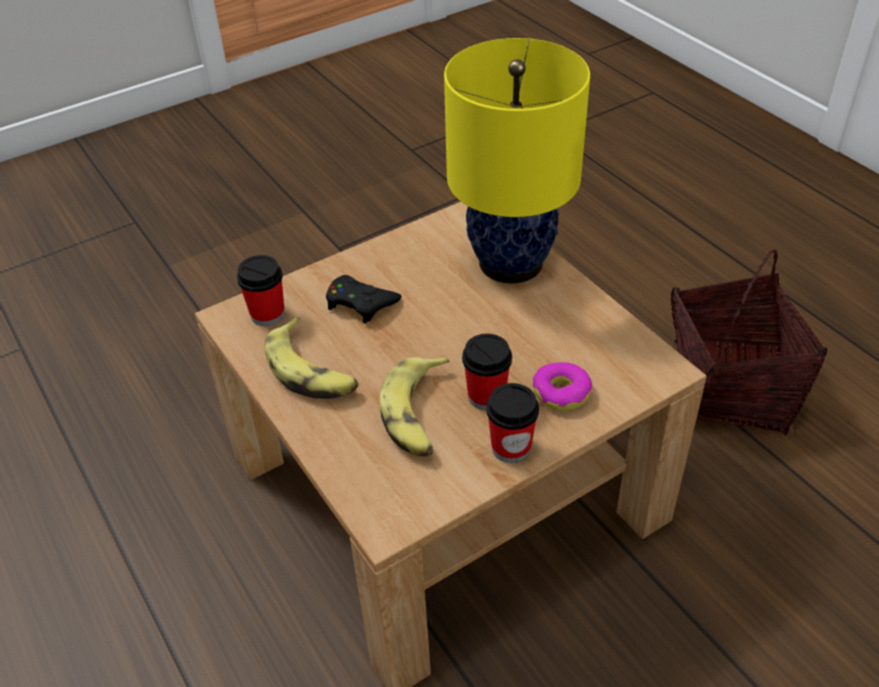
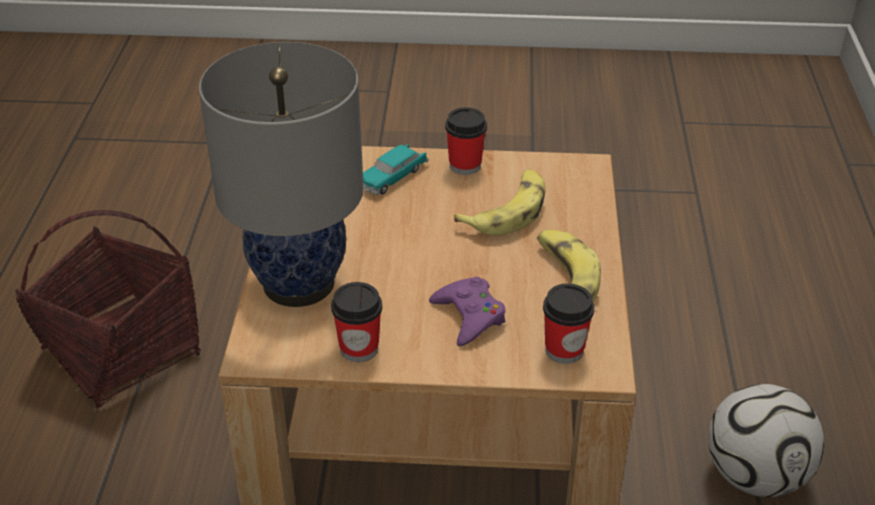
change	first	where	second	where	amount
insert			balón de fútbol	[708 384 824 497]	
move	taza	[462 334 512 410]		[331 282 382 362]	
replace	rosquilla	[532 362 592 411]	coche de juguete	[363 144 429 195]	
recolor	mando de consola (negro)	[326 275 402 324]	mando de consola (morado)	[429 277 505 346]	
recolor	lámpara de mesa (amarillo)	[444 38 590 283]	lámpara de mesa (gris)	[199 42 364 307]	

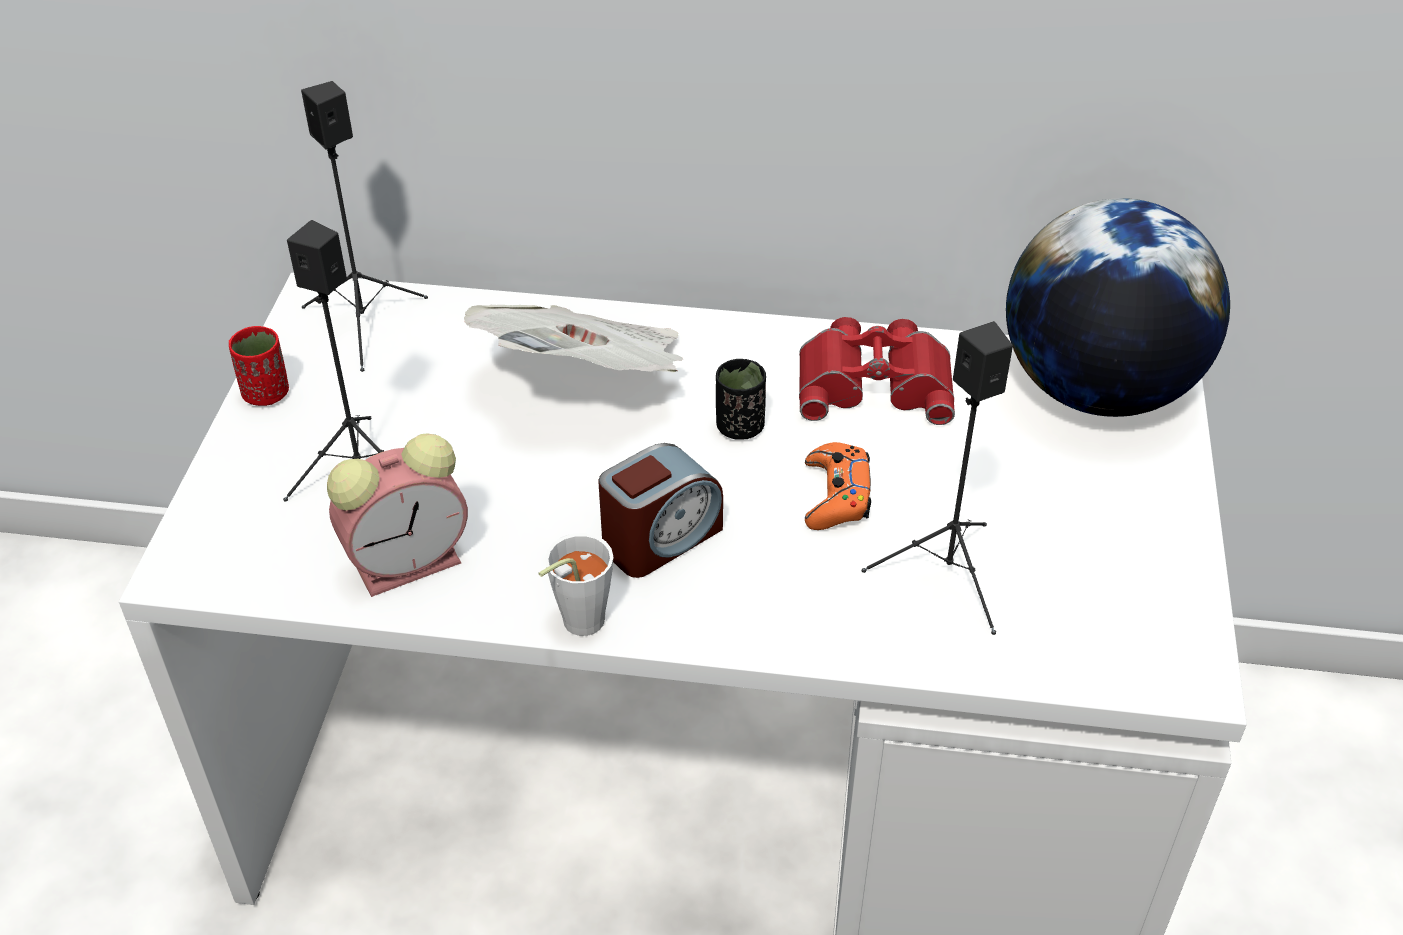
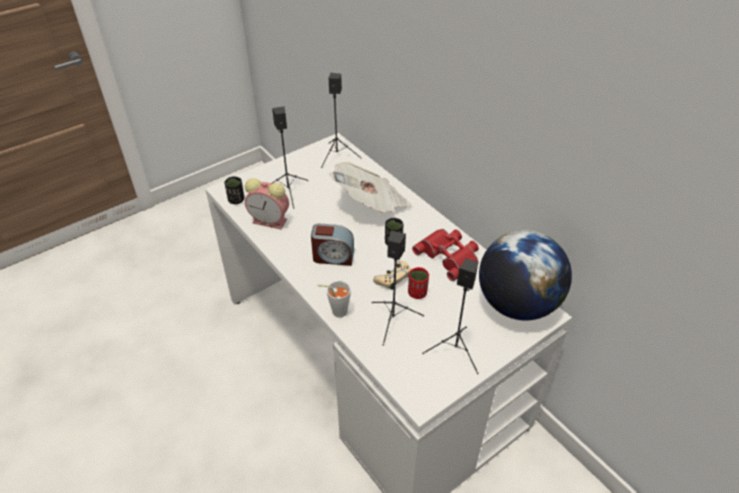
change	first	where	second	where	amount
insert			taza (negro)	[224 176 244 204]	
insert			altavoz (negro)	[422 259 479 374]	
move	taza (rojo)	[229 326 289 406]		[408 267 429 299]	
move	taza (blanco)	[538 533 613 636]		[317 280 351 317]	
recolor	mando de consola (naranja)	[805 442 871 530]	mando de consola (beis)	[373 261 411 290]	

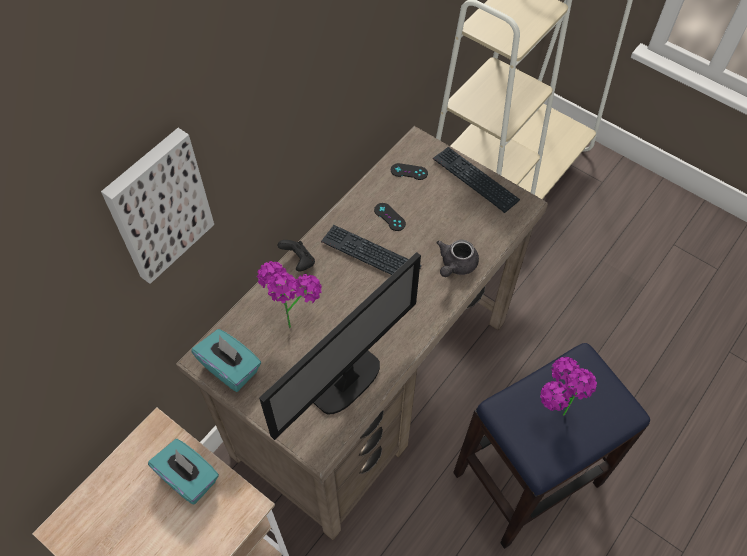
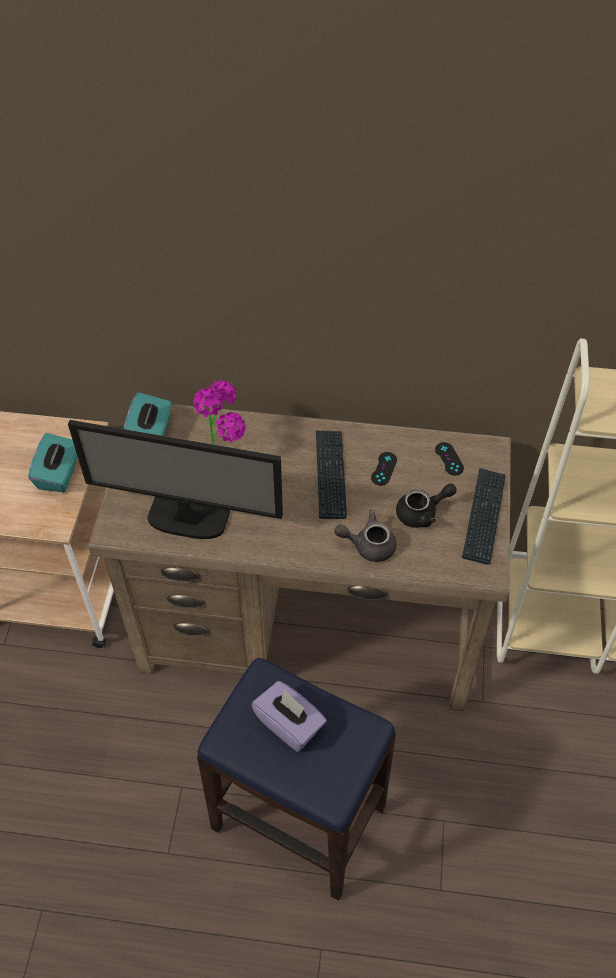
change	first	where	second	where	amount
delete	cuadro	[101 128 214 284]			
delete	mando de consola (negro)	[277 240 315 271]			
insert			tetera (negro)	[396 483 457 528]	
replace	planta en maceta	[540 357 597 416]	caja de pañuelos (morado)	[251 681 327 752]	

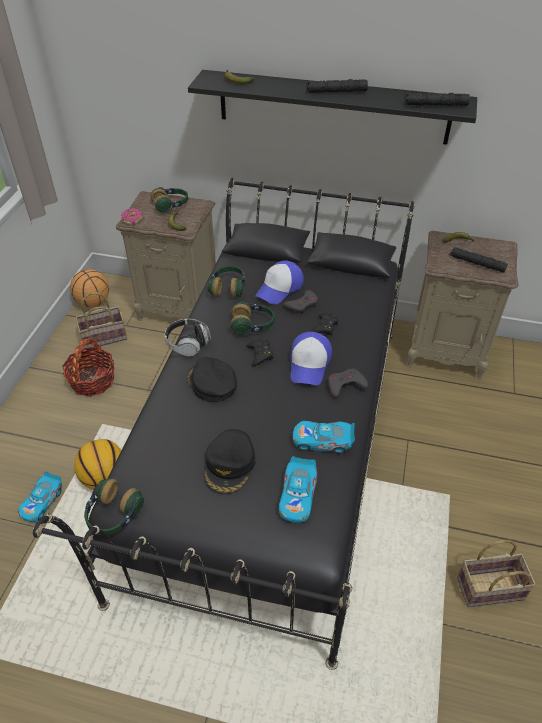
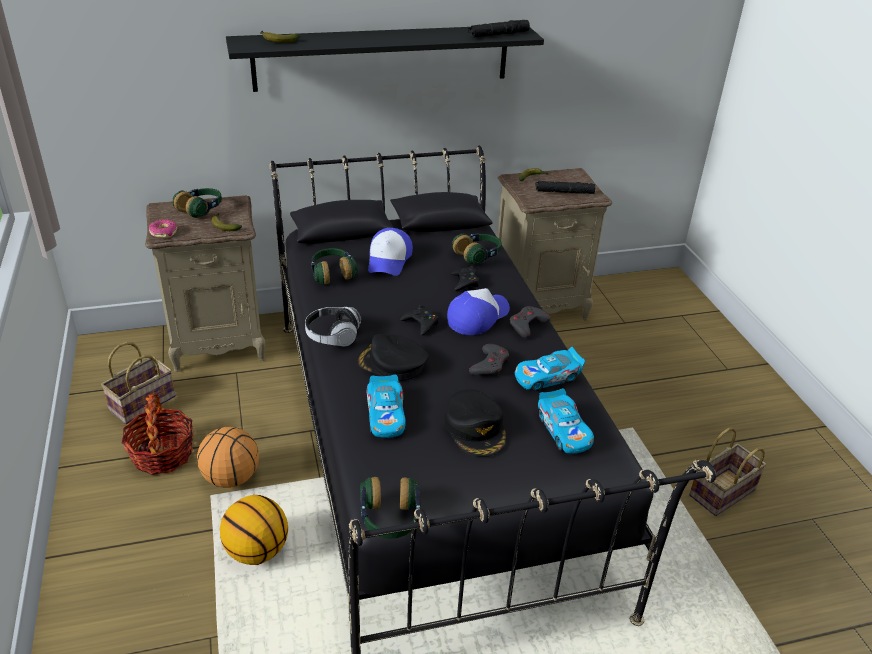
change	first	where	second	where	amount
delete	linterna (negro)	[306 79 368 93]			
move	coche de juguete	[18 472 62 522]		[367 375 406 438]	
move	balón de baloncesto	[70 269 109 307]		[197 427 259 488]	
move	auriculares	[231 301 275 335]		[452 233 502 264]	
move	mando de consola (gris)	[283 290 318 314]		[469 344 509 376]	
rotate	gorra	[291 332 332 386]		[447 288 510 335]	120 degrees counterclockwise

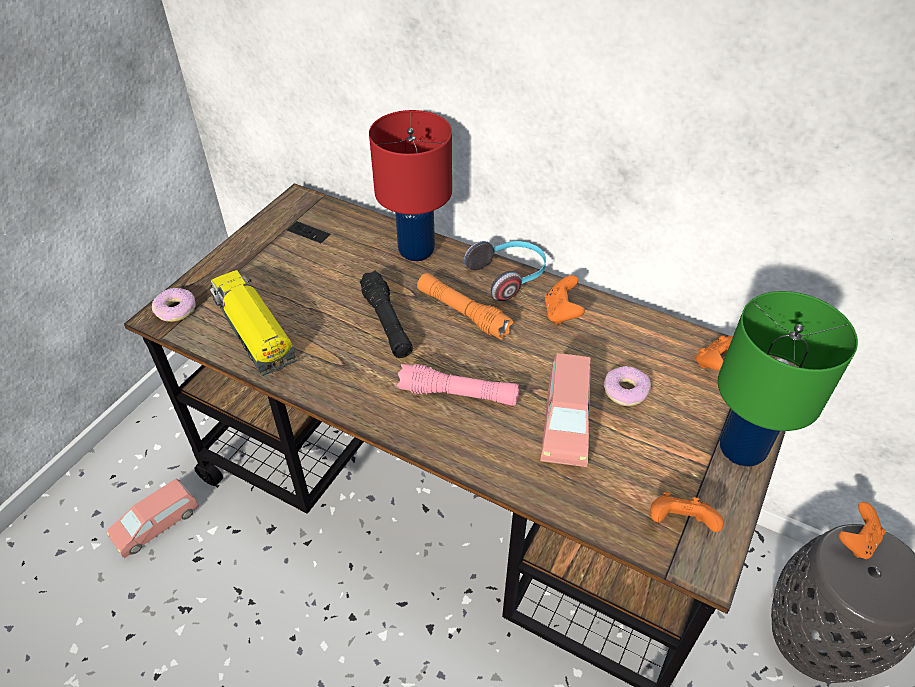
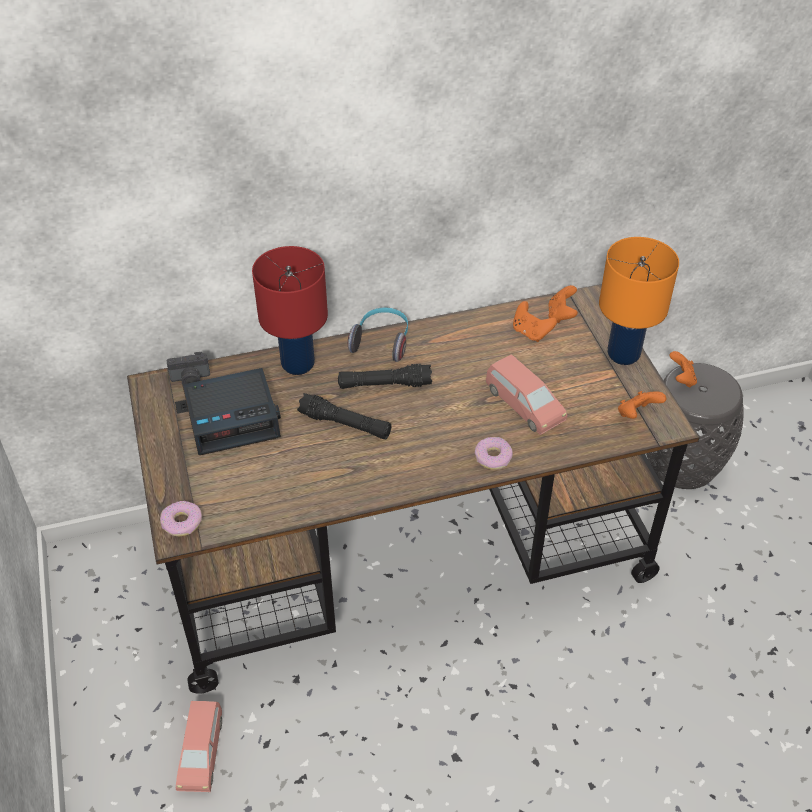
change	first	where	second	where	amount
delete	camión de juguete	[210 270 297 376]			
delete	linterna (rosa)	[397 364 519 406]			
insert			cámara	[166 352 210 384]	
insert			despertador	[182 368 281 455]	
move	mando de consola (naranja)	[545 275 585 325]		[513 301 557 342]	
move	rosquilla	[603 366 651 406]		[475 437 513 470]	
recolor	linterna (naranja)	[417 273 514 340]	linterna (negro)	[338 364 432 389]	
recolor	lámpara de mesa (verde)	[718 291 858 467]	lámpara de mesa (naranja)	[599 237 679 365]	

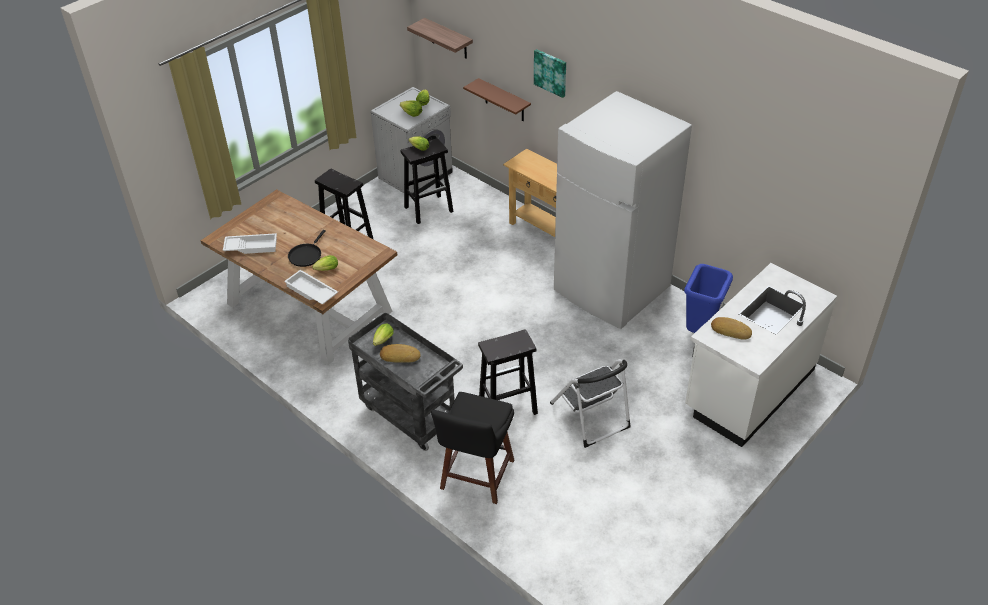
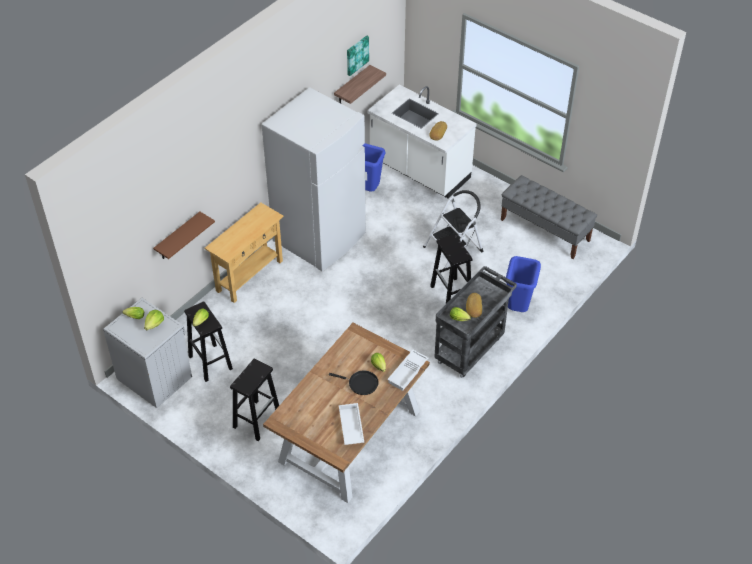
change	first	where	second	where	amount
insert			banco (gris)	[501 175 597 259]	
move	estante	[407 18 473 59]		[334 65 386 104]	
move	cuadro	[534 49 566 98]		[347 35 369 76]	
replace	taburete (negro)	[431 392 514 504]	papelera (azul)	[506 256 541 312]	

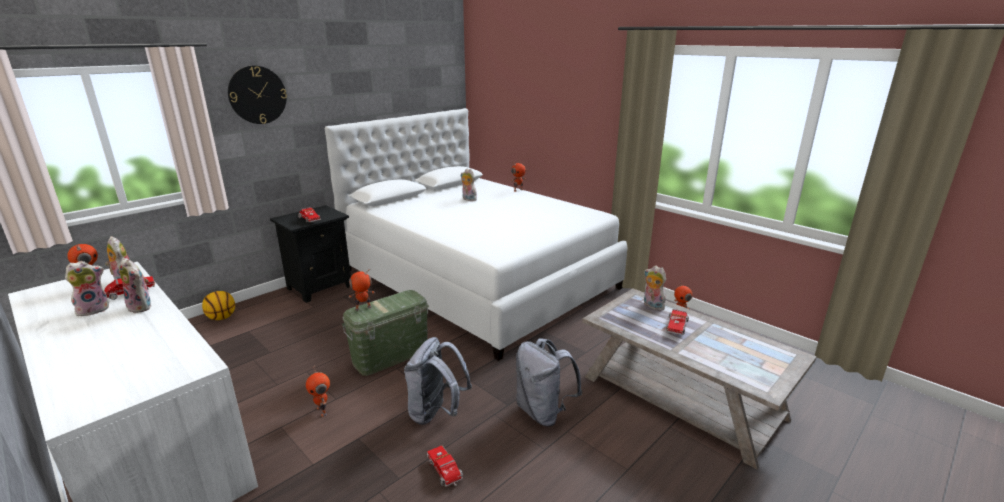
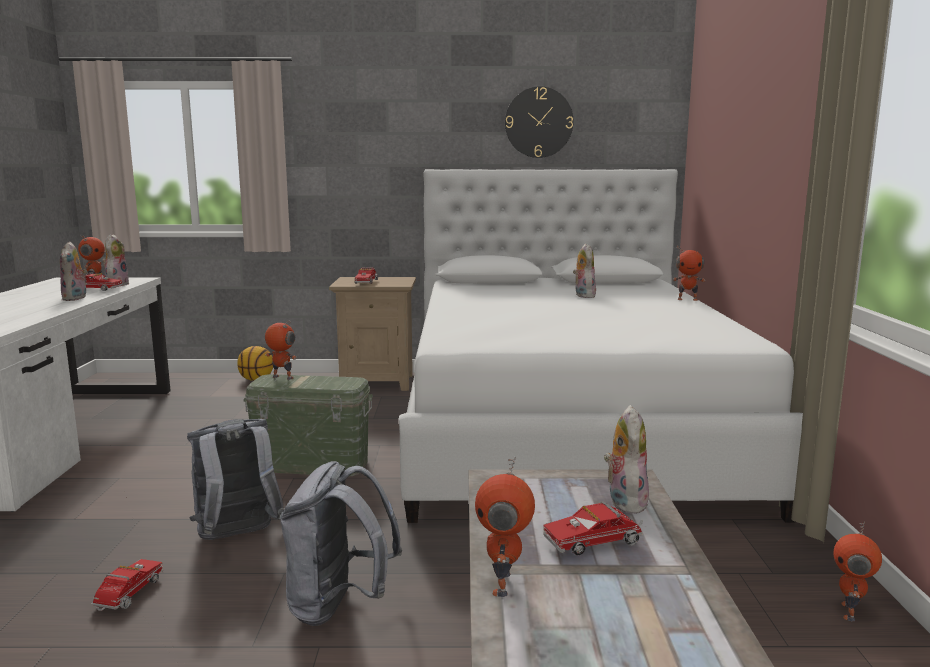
change	first	where	second	where	amount
delete	peluche	[65 261 109 316]			
move	reloj de pared	[228 66 287 124]		[505 87 574 158]	
move	robot de juguete	[306 366 330 417]		[475 457 535 597]	
recolor	mesita de noche (negro)	[270 205 351 303]	mesita de noche (beis)	[329 277 416 391]	

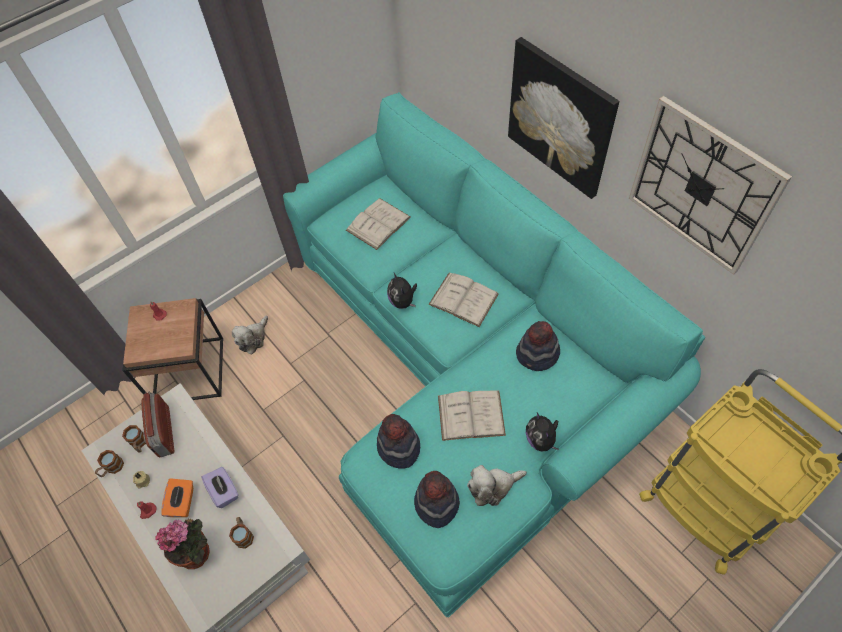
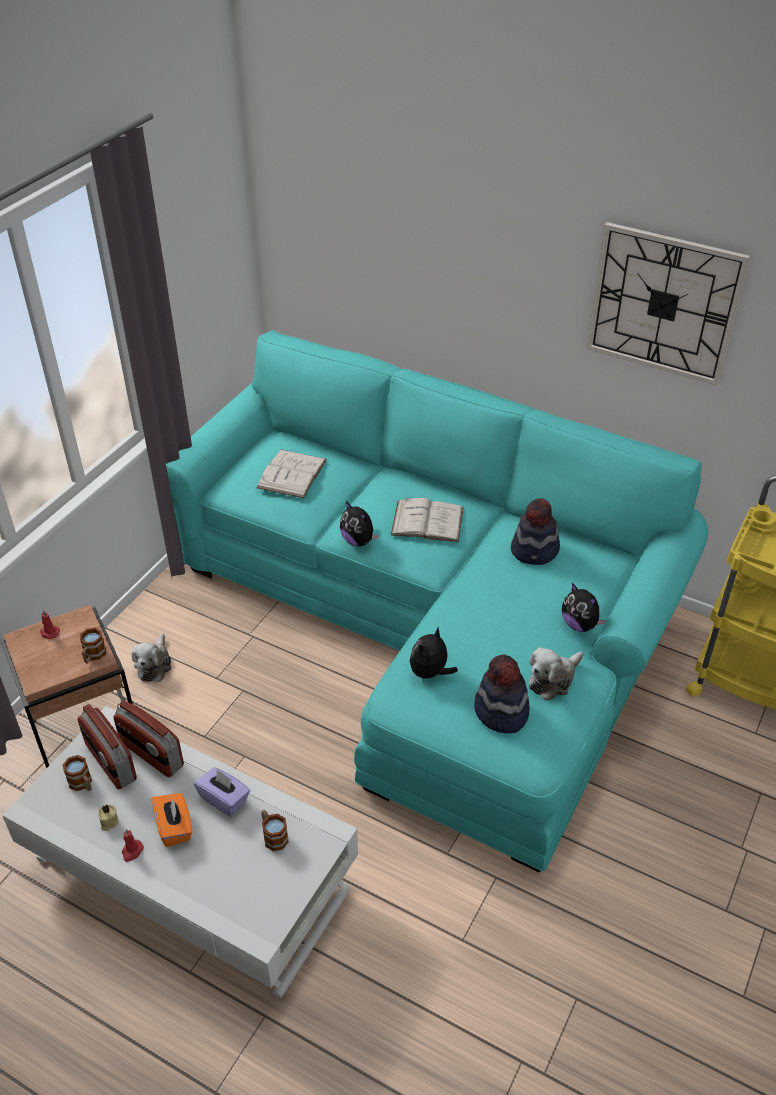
change	first	where	second	where	amount
delete	planta en maceta	[155 518 210 569]			
delete	libro (blanco)	[438 390 506 441]			
delete	cuadro	[508 37 619 199]			
insert			radio	[113 700 184 777]	
move	taza grande	[95 450 124 477]		[80 628 106 663]	
replace	sombrero	[377 414 420 469]	peluche	[410 627 458 681]	

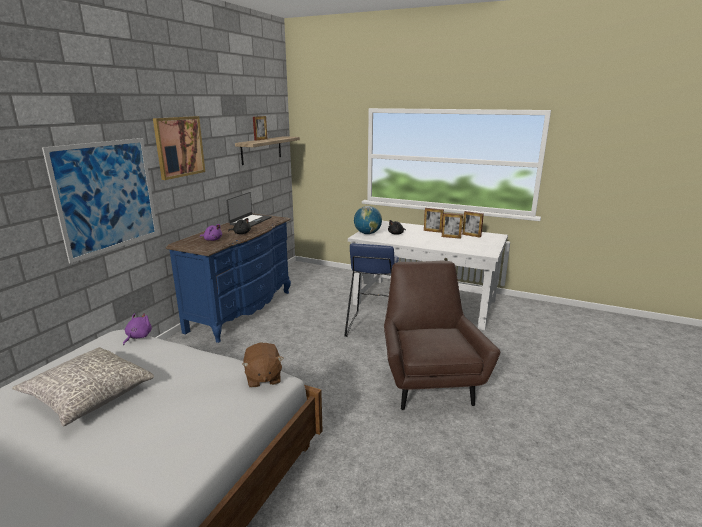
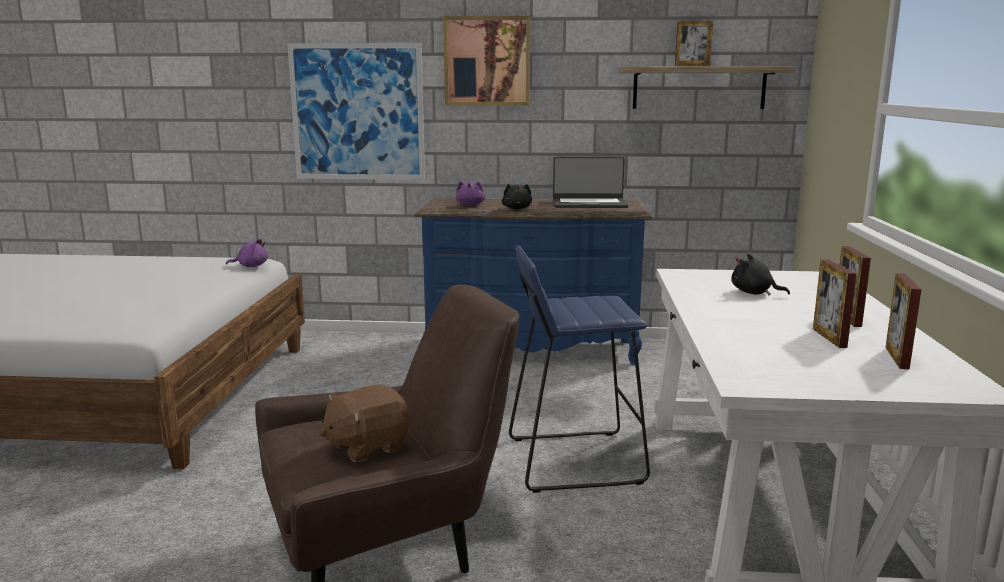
change	first	where	second	where	amount
delete	cojín (gris)	[12 347 154 426]			
delete	globo terráqueo	[354 206 382 234]			
move	peluche (marrón)	[242 343 284 387]		[320 384 410 462]	

